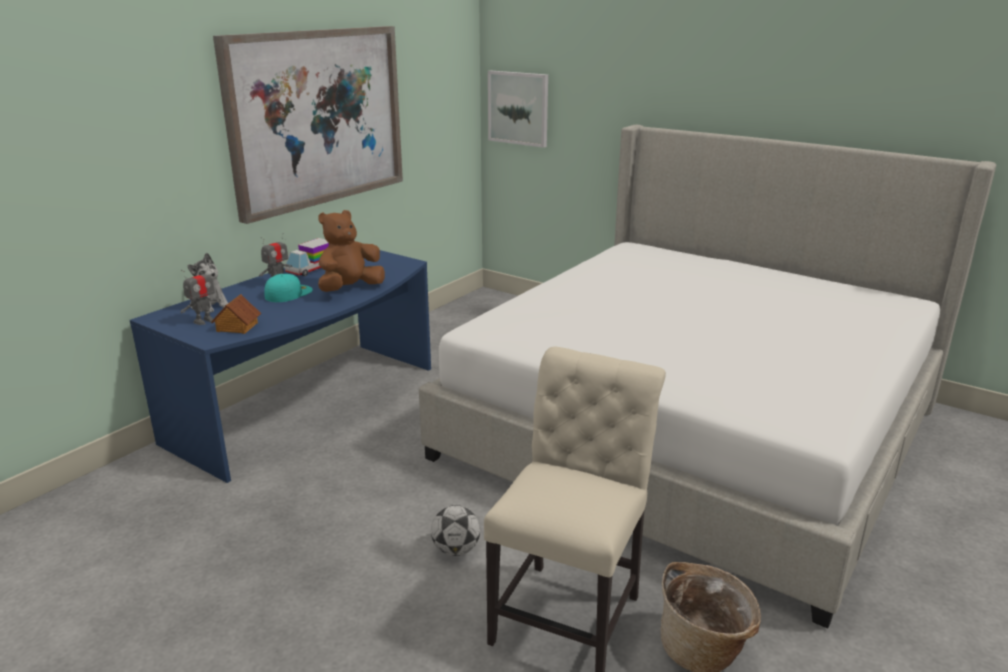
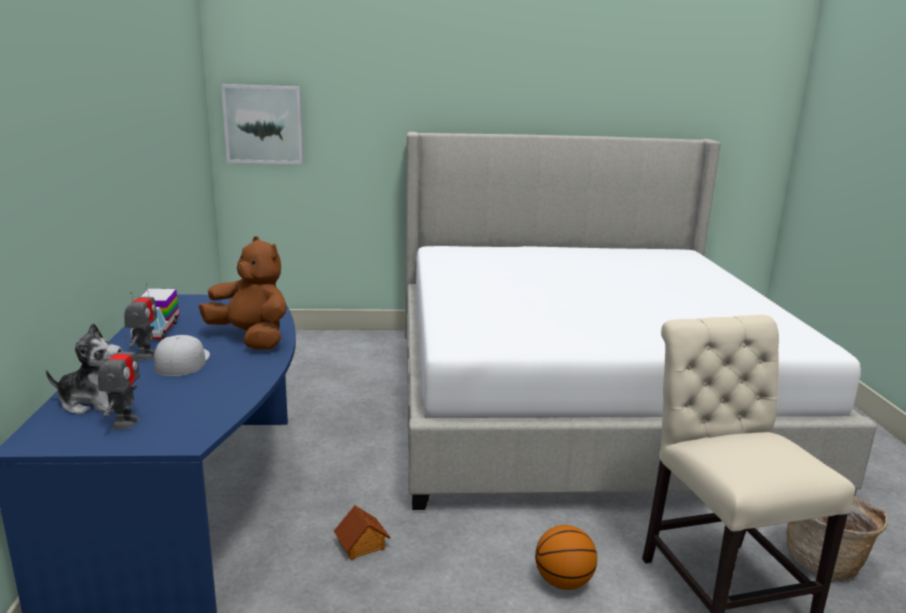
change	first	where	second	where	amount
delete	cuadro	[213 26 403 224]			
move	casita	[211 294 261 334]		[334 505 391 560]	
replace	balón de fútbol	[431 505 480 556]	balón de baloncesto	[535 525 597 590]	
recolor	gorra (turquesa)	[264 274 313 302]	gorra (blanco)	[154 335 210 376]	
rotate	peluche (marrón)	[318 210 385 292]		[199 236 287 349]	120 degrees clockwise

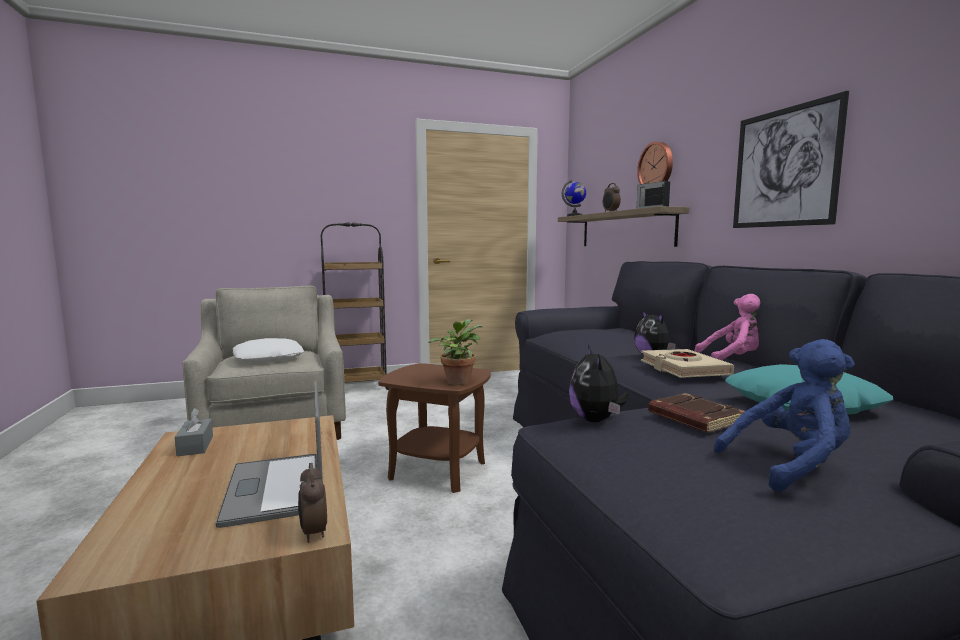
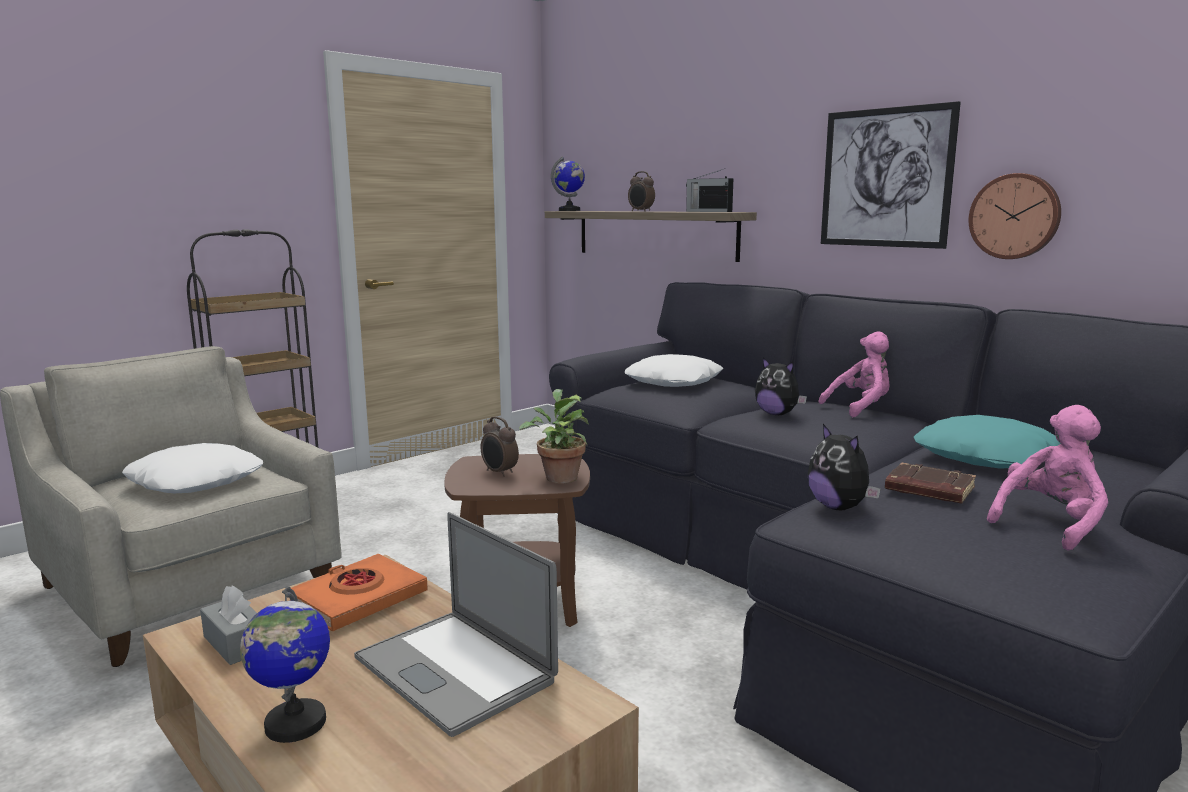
change	first	where	second	where	amount
delete	libro (beis)	[641 349 734 378]			
insert			globo terráqueo	[240 586 330 743]	
insert			libro (naranja)	[290 554 428 631]	
insert			cojín (blanco)	[625 354 723 387]	
move	despertador	[298 463 327 543]		[481 416 519 477]	
move	reloj de pared	[637 142 673 185]		[969 173 1061 259]	
recolor	peluche (azul)	[714 339 855 492]	peluche (rosa)	[987 405 1108 551]	

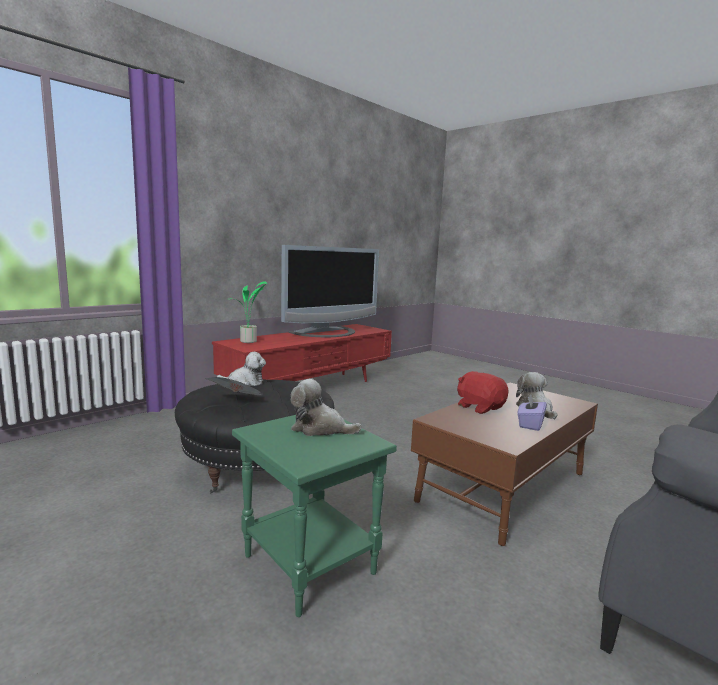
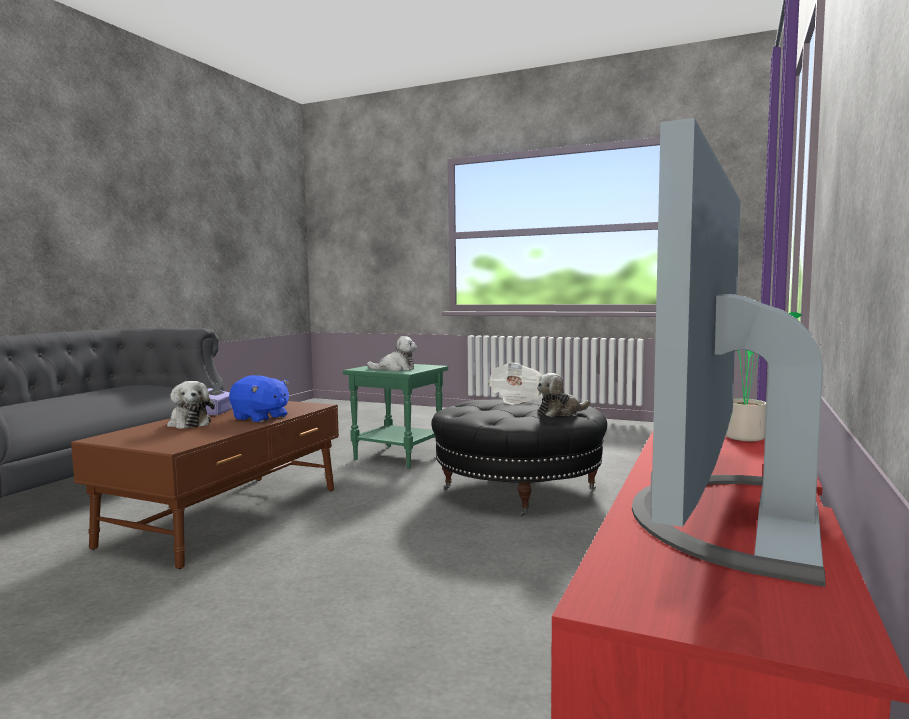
change	first	where	second	where	amount
recolor	peluche (rojo)	[457 371 509 414]	peluche (azul)	[229 375 289 422]	

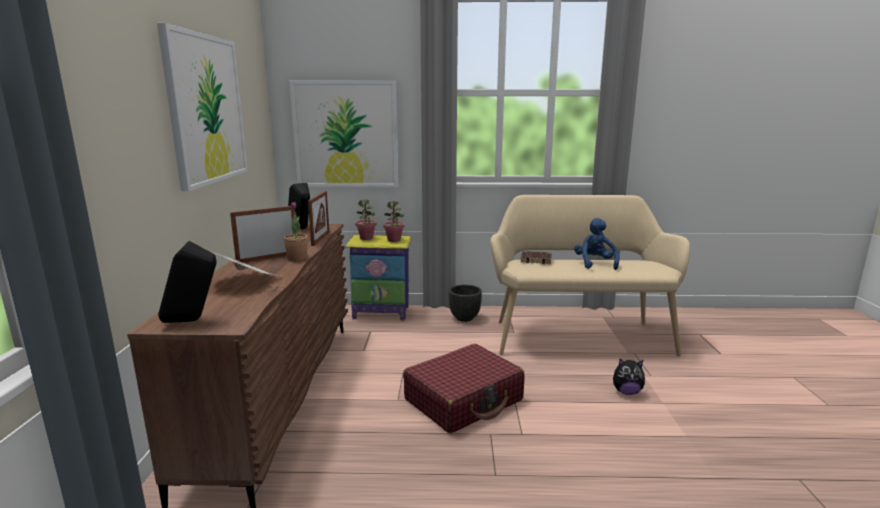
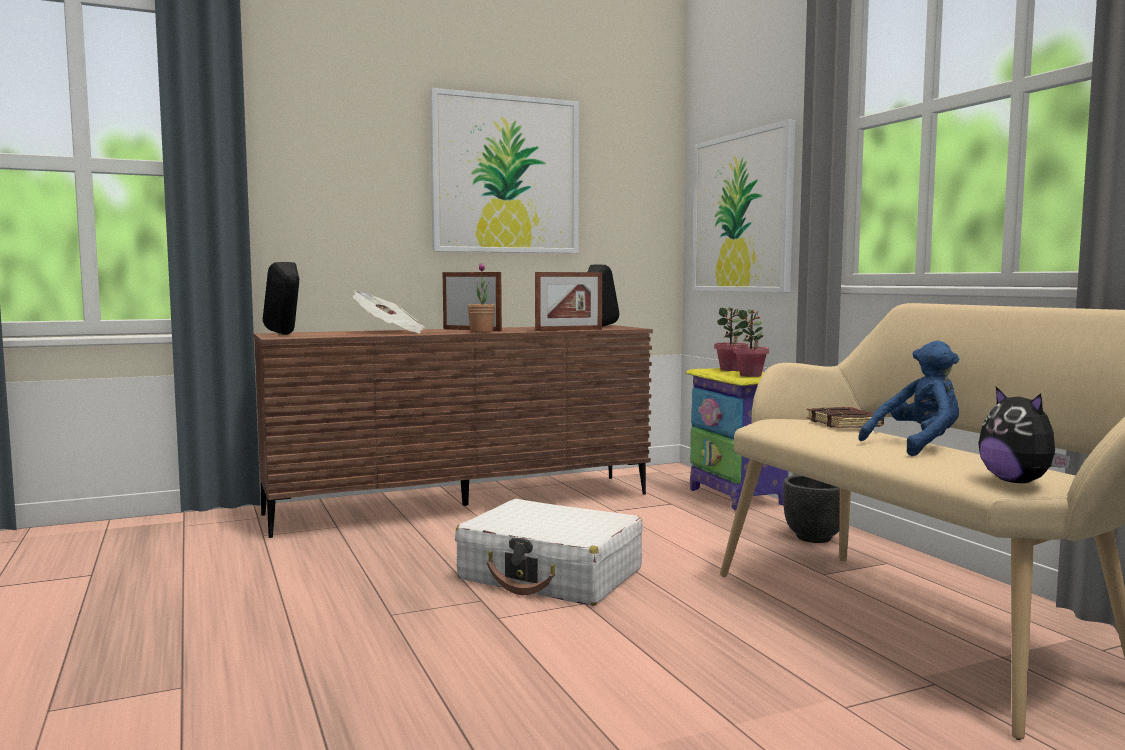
change	first	where	second	where	amount
move	peluche	[613 359 645 395]		[978 387 1071 483]	
recolor	maleta (rojo)	[403 344 524 433]	maleta (blanco)	[455 499 643 606]	

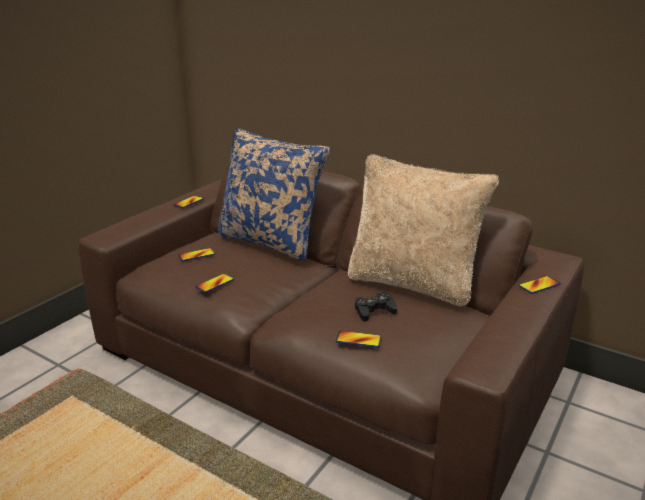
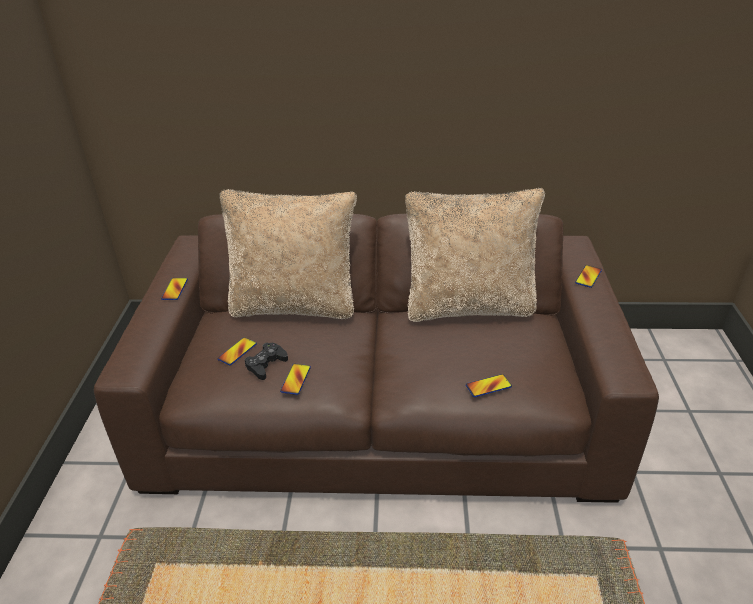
change	first	where	second	where	amount
move	mando de consola (negro)	[355 292 397 322]		[245 342 288 380]	
recolor	cojín (azul)	[218 128 330 261]	cojín (beis)	[219 189 357 319]	

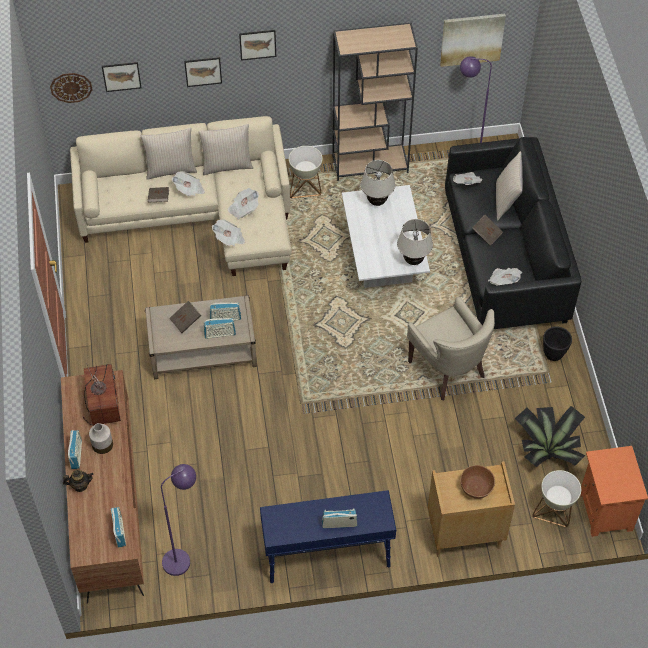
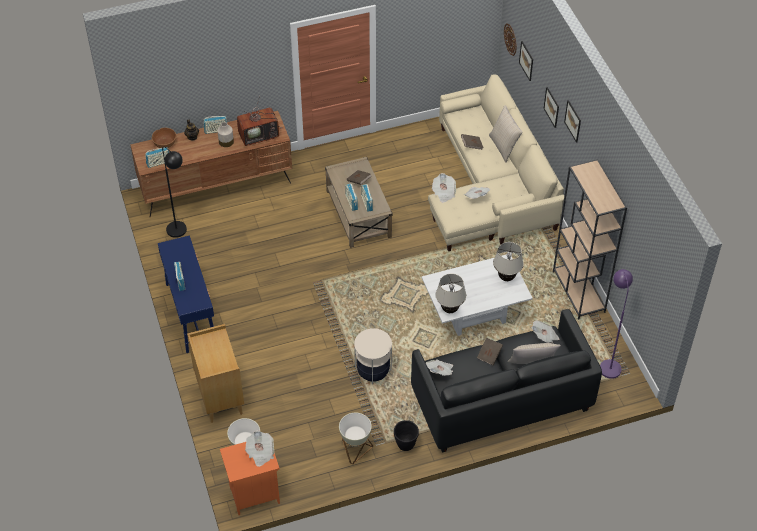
change	first	where	second	where	amount
delete	cojín (beis)	[198 124 253 175]			
delete	cuadro	[440 14 506 67]			
delete	planta en maceta	[515 406 585 467]			
move	periódico	[172 171 205 196]		[245 430 274 467]	
move	maceta	[289 146 323 198]		[339 413 373 464]	
move	cuenco (marrón)	[460 465 495 499]		[152 128 176 148]	
replace	sillón (beis)	[407 297 495 400]	mesa auxiliar (beis)	[354 328 392 384]	
recolor	lámpara de pie (morado)	[161 464 196 576]	lámpara de pie (negro)	[162 146 187 238]	

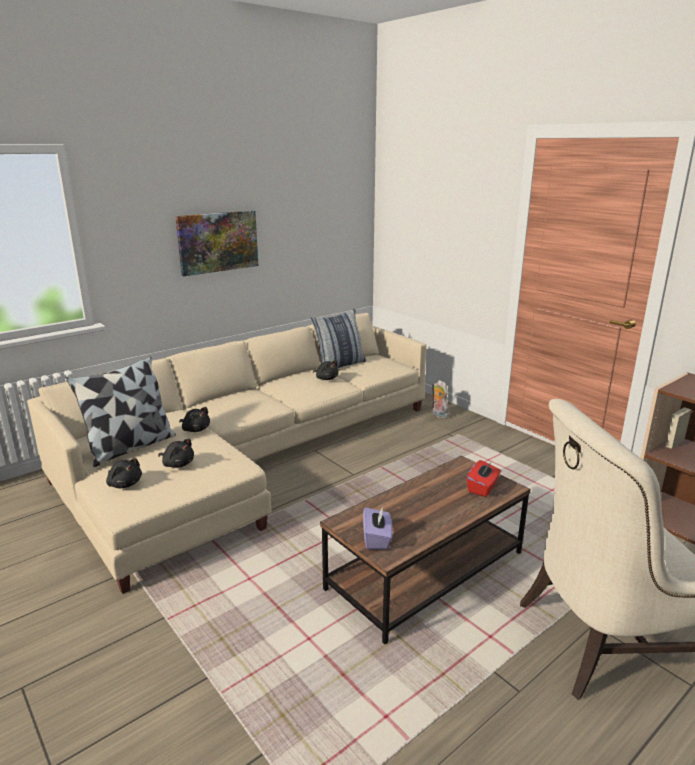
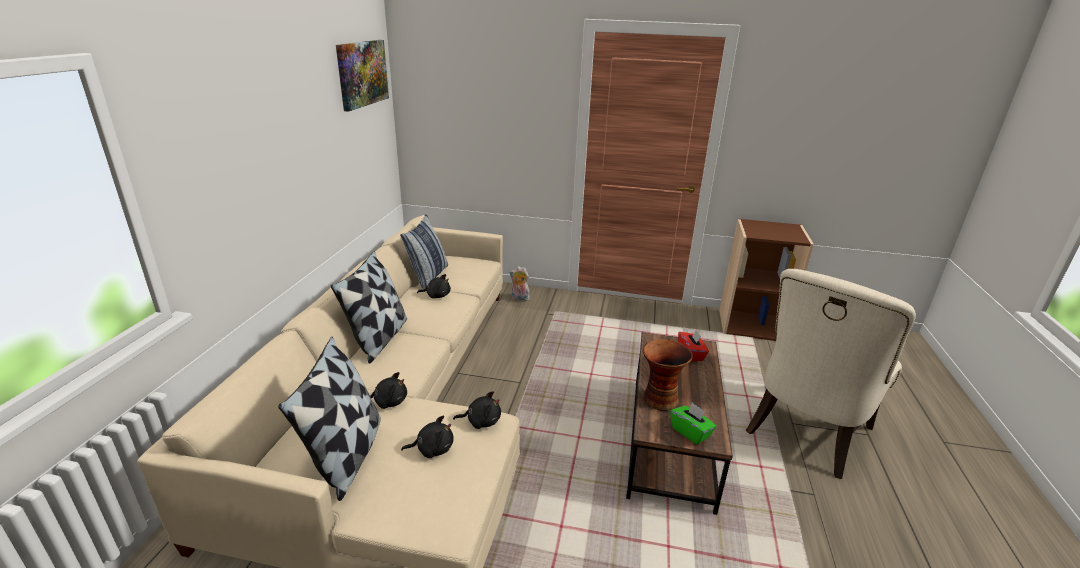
change	first	where	second	where	amount
insert			cojín	[331 251 407 364]	
insert			florero	[643 339 693 411]	
move	peluche (negro)	[106 458 142 488]		[453 391 501 429]	
move	cuadro	[175 210 259 276]		[336 40 389 112]	
recolor	caja de pañuelos (morado)	[363 506 393 550]	caja de pañuelos (verde)	[670 402 716 445]	

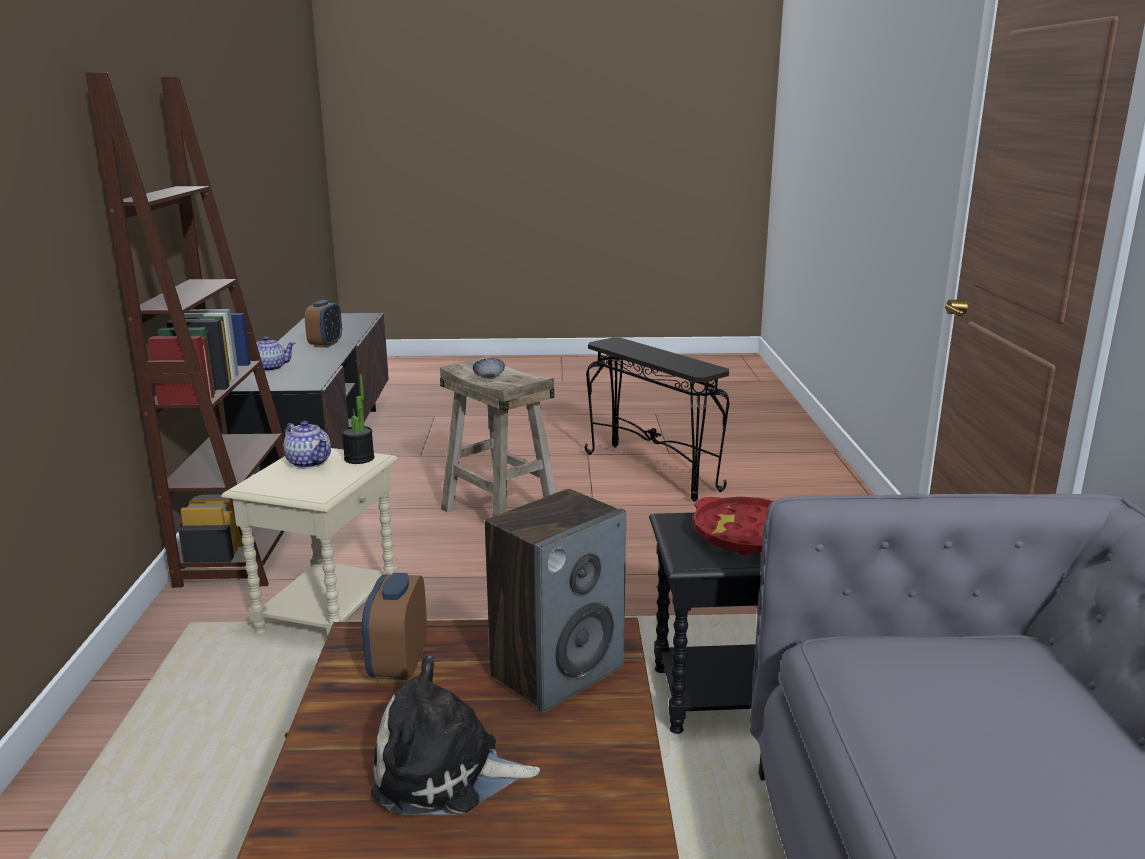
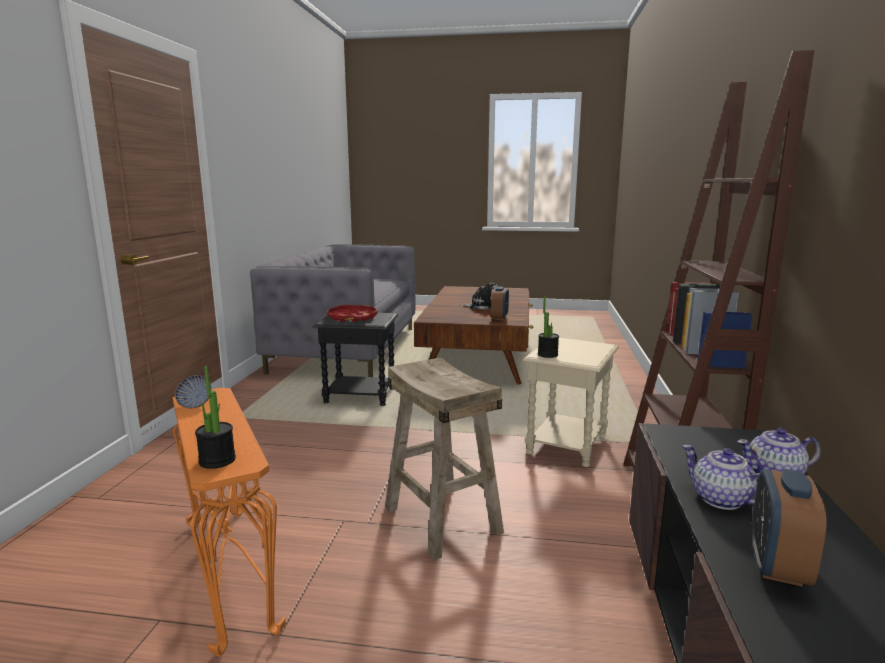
change	first	where	second	where	amount
delete	altavoz	[485 489 626 713]			
insert			planta en maceta	[195 366 236 469]	
move	tetera	[284 421 331 468]		[682 445 760 510]	
move	cuenco	[473 358 505 379]		[175 375 212 408]	
recolor	mesa auxiliar (negro)	[585 338 729 502]	mesa auxiliar (naranja)	[173 388 286 657]	

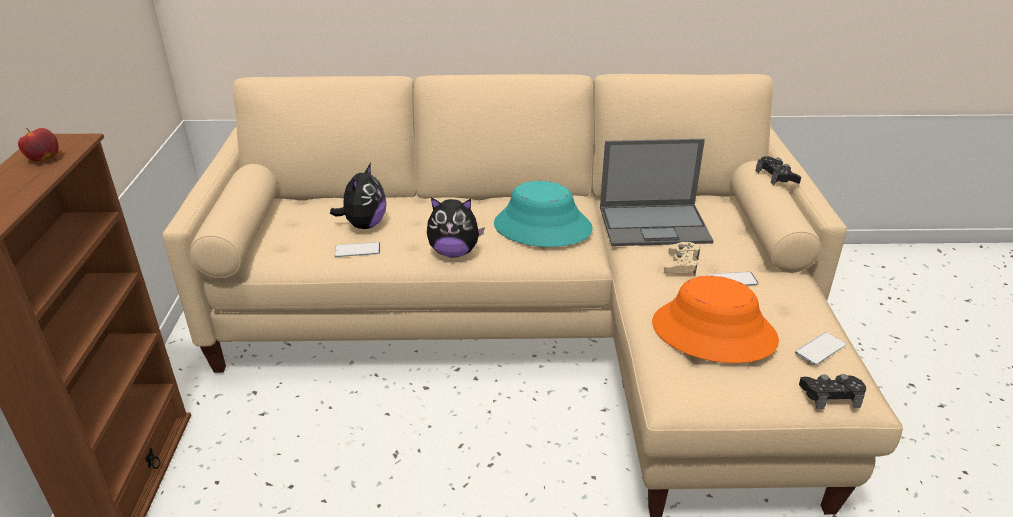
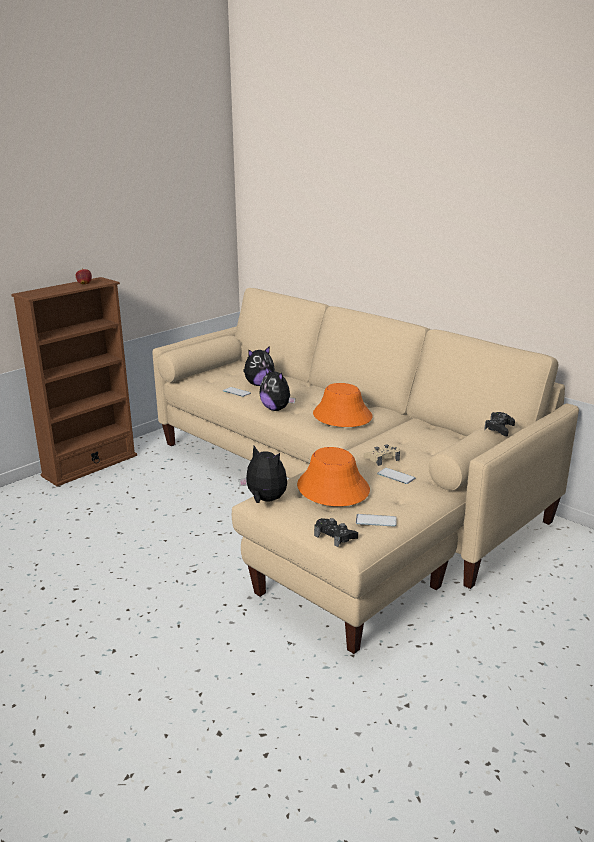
change	first	where	second	where	amount
delete	portátil	[600 139 714 246]			
insert			peluche	[239 446 287 503]	
recolor	sombrero (turquesa)	[494 181 592 247]	sombrero (naranja)	[313 383 373 427]	

